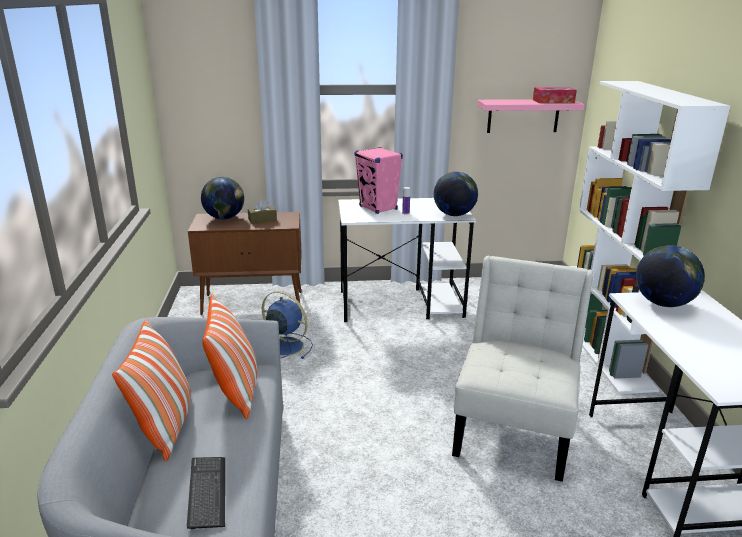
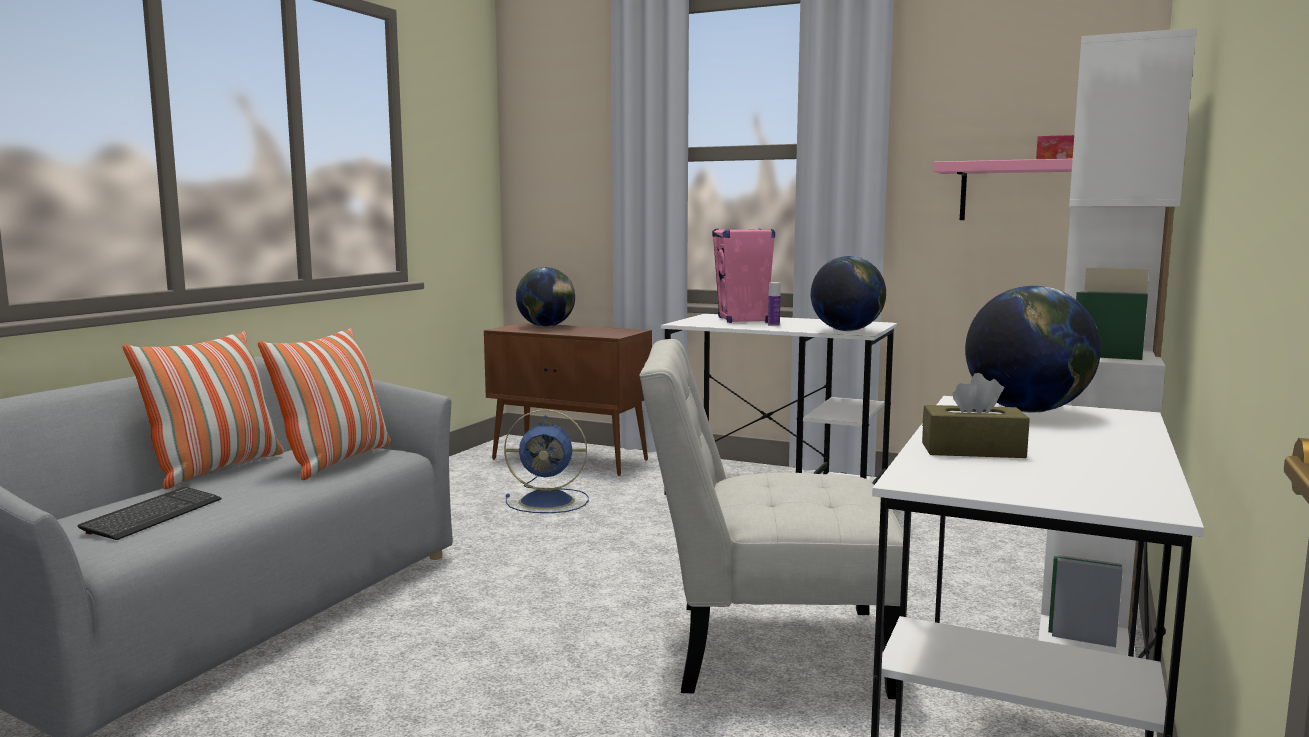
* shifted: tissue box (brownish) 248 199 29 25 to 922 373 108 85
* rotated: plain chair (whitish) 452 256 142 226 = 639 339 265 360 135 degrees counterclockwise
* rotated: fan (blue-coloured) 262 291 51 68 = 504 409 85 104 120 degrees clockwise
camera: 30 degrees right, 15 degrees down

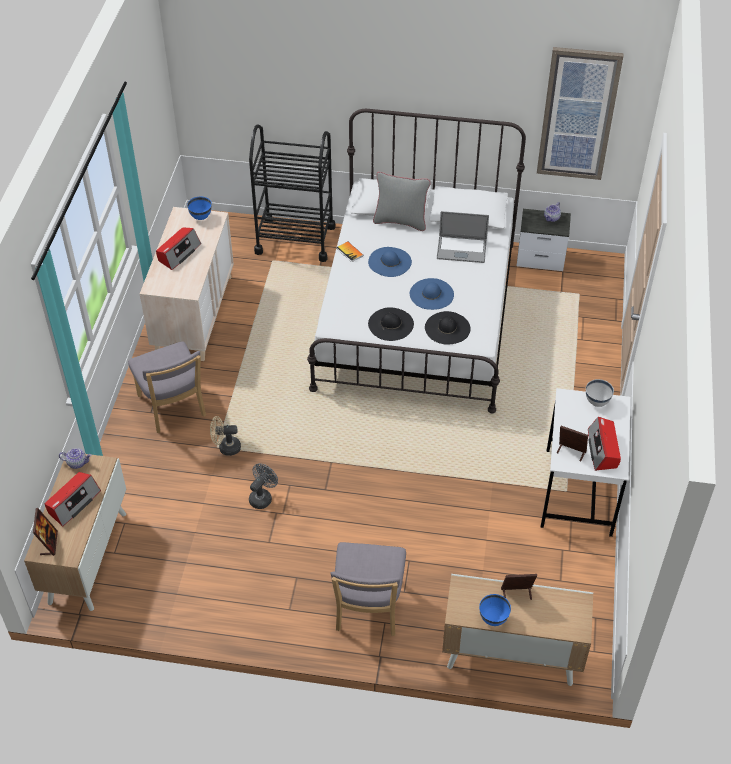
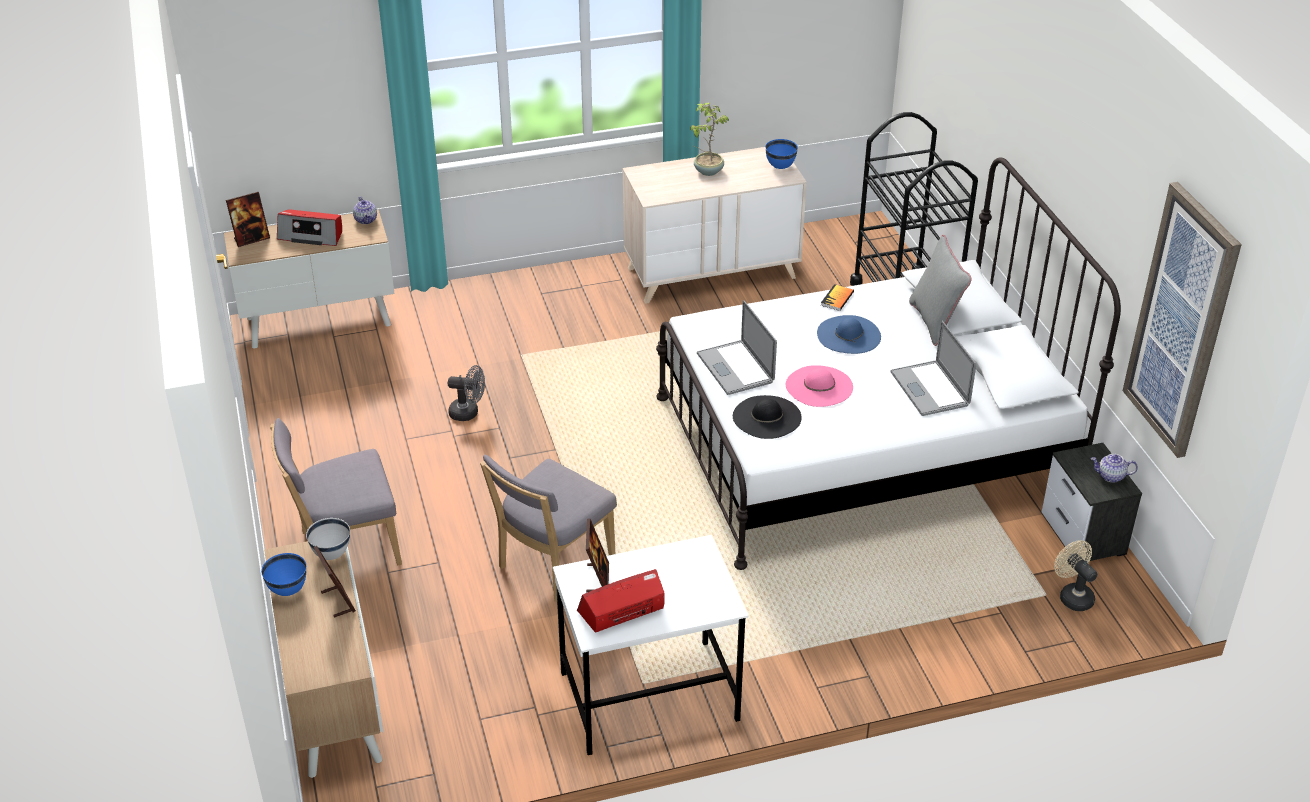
* swapped: radio set 156 227 45 43 to houseplant 690 103 39 73
* repainted: hat (blue-coloured) 410 278 44 32 to hat (pinkish) 786 365 67 42
* swapped: hat (blackish) 368 307 46 34 to portable computer 697 300 80 95
* shifted: plain chair (gray) 128 341 78 92 to 480 455 137 147
* shifted: deep dish (whitish) 586 379 28 28 to 306 518 44 42
* shifted: fan (sand-coloured) 210 416 31 40 to 1054 540 43 71
camera: 65 degrees right, 10 degrees down

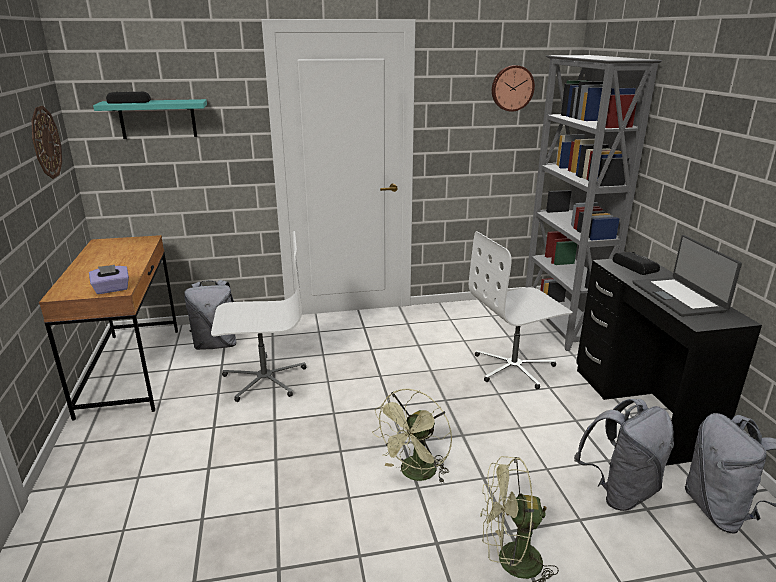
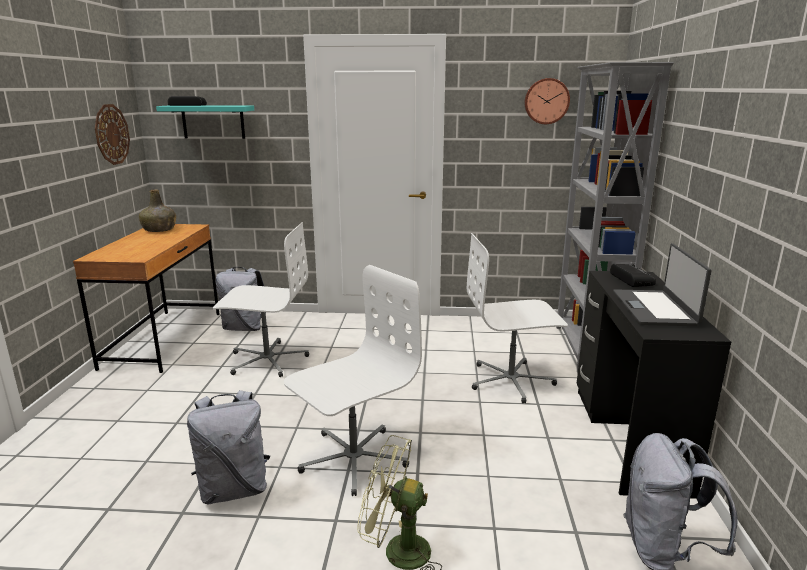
* gone: tissue box (purple-coloured) 89 265 40 29
* swapped: fan (greenish) 372 389 80 95 to office chair (whitish) 284 265 138 231
* shifted: backpack (gray) 574 399 100 112 to 187 390 83 115
* new: beverage bottle (greenish) 139 189 37 43
camera: 15 degrees right, 5 degrees down

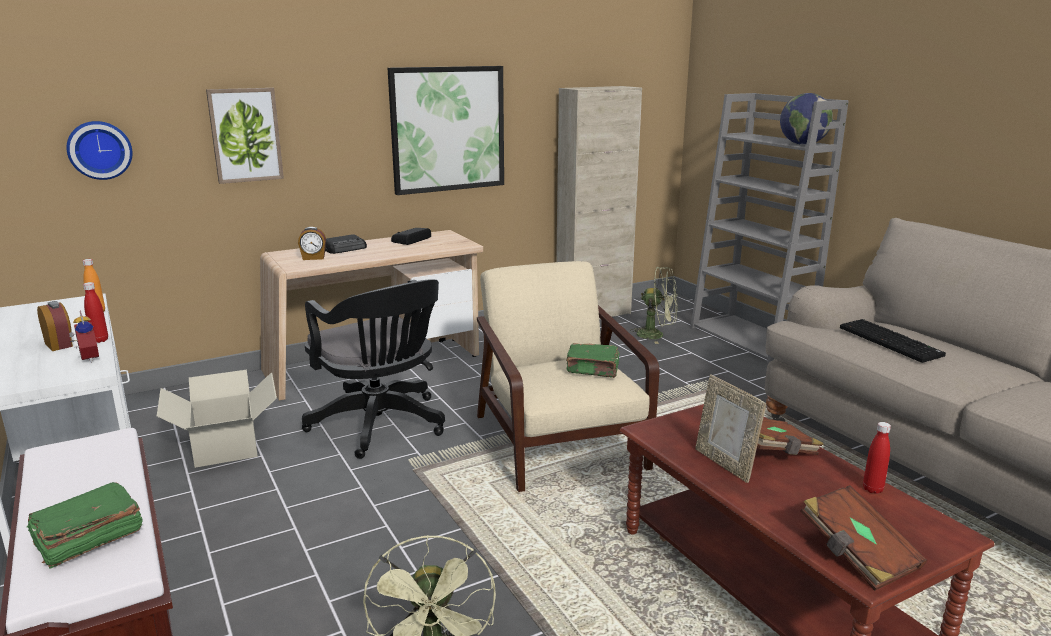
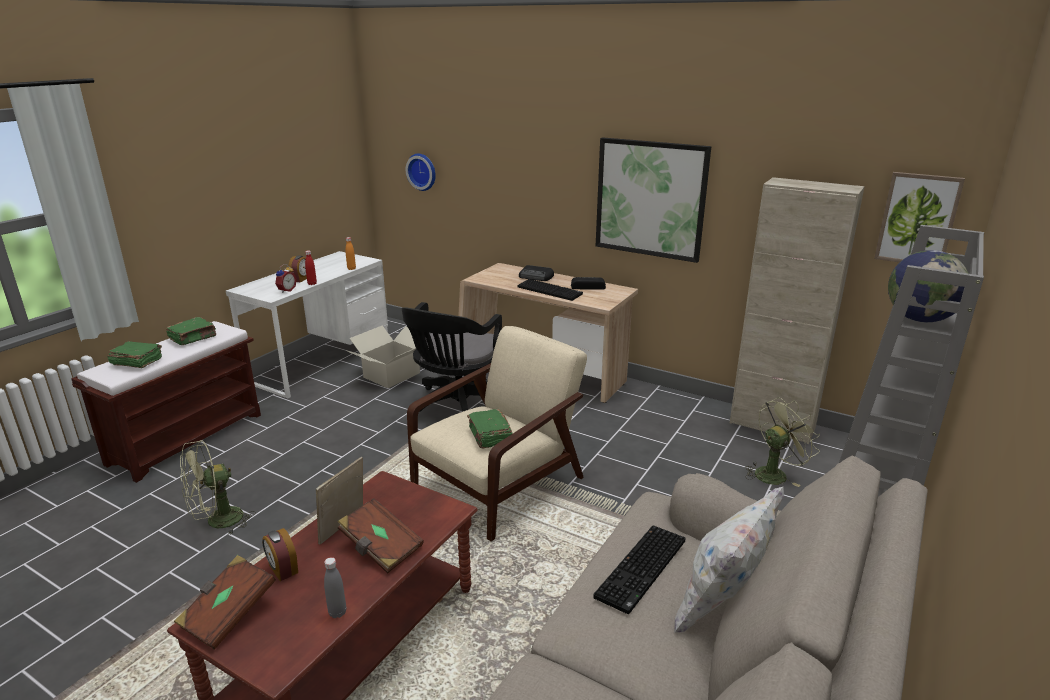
* shifted: wall picture 206 88 78 96 to 874 172 91 90
* shifted: alarm clock 298 227 28 33 to 262 528 36 53
* rotated: fan (greenish) 631 267 47 77 = 745 397 75 90 105 degrees counterclockwise
* repainted: beverage bottle (red-coloured) 863 422 28 72 to beverage bottle (gray) 324 557 22 61
* new: computer keyboard 518 279 65 22
* new: volume (greenish) 166 317 50 28
* new: pillow (whitish) 674 487 110 146
camera: 60 degrees right, 5 degrees up

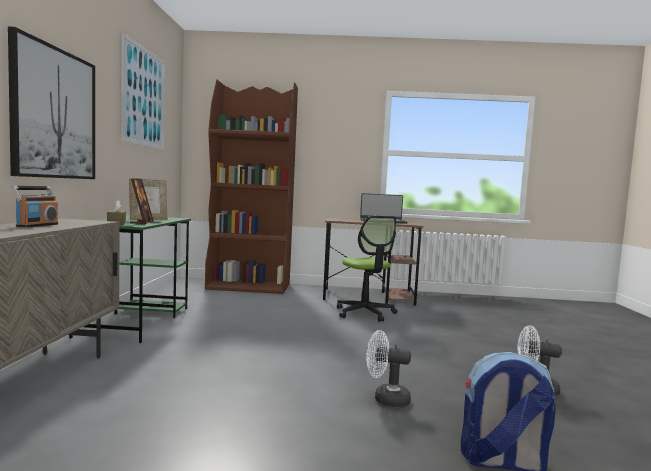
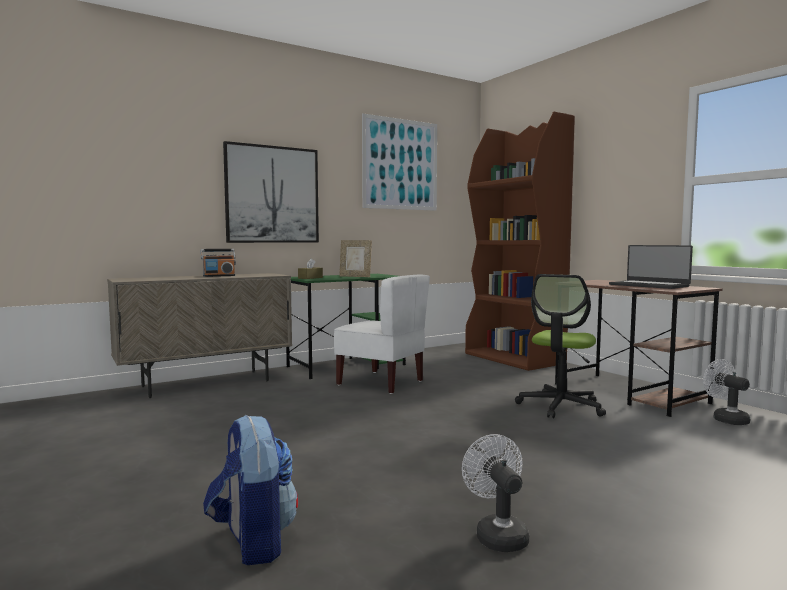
* gone: picture frame 130 178 24 46
* shifted: fan (whitish) 366 330 45 77 to 703 359 47 66
* new: plain chair (whitish) 334 275 96 119
camera: 55 degrees right, 0 degrees up

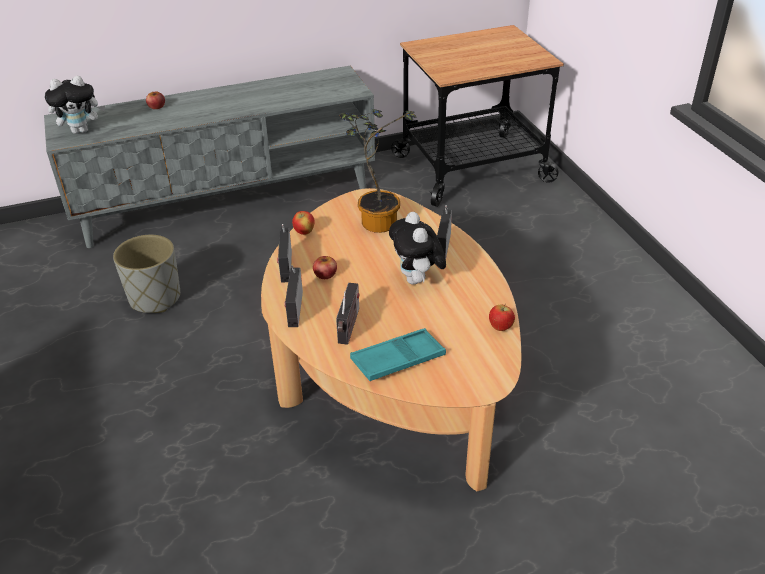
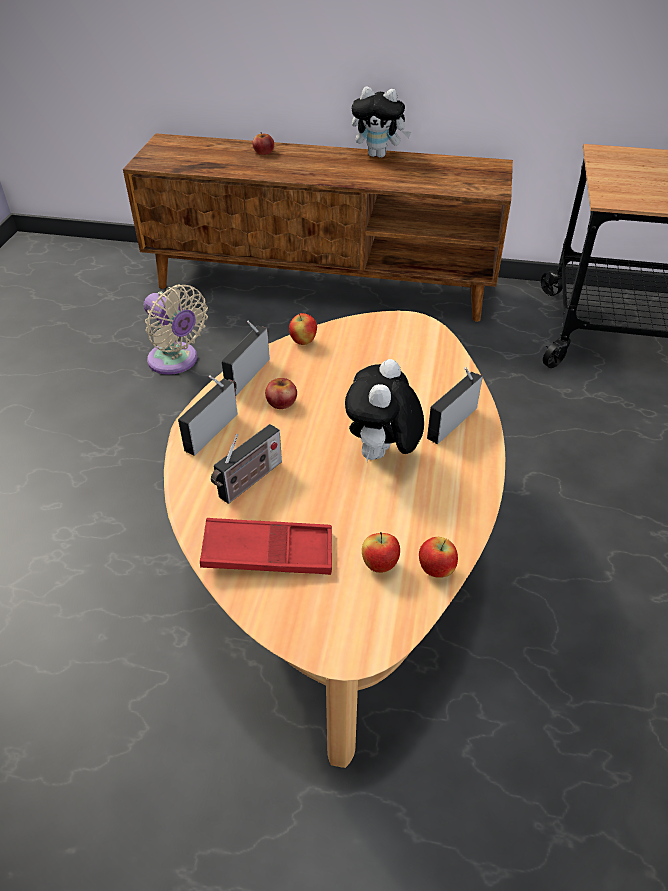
* repainted: tv unit (gray) 44 65 331 183 to tv unit (brownish) 123 133 390 189
* shifted: plush toy 45 76 60 58 to 351 86 60 72
* gone: houseplant 339 109 77 124
* swapped: plant pot (gray) 113 235 67 78 to fan (sand-coloured) 144 284 64 91
* repainted: serving tray (turquoise-coloured) 350 328 96 53 to serving tray (red-coloured) 200 518 132 57
* new: apple fruit 362 532 38 41
camera: 30 degrees right, 5 degrees up

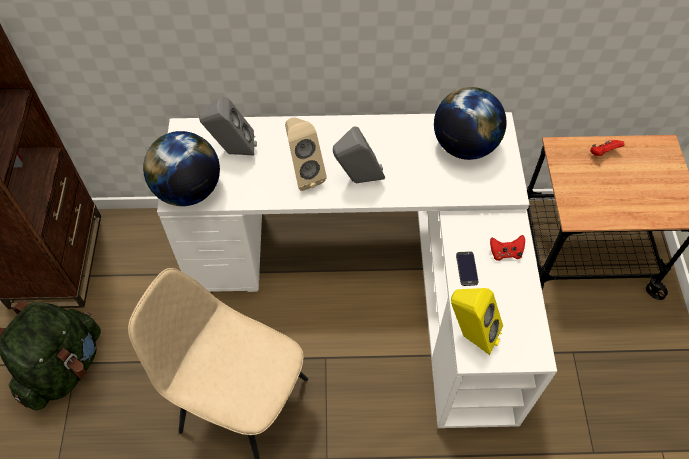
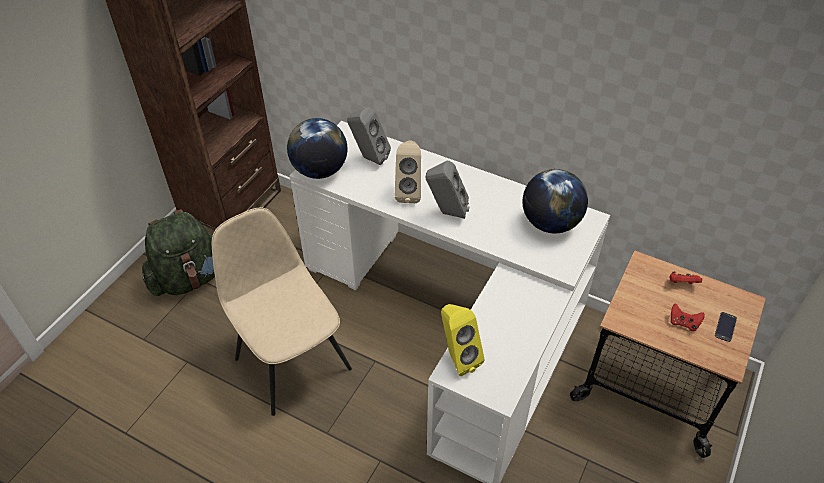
* shifted: gamepad (red-coloured) 490 235 35 26 to 671 303 34 28
* shifted: handset 456 251 23 35 to 715 312 22 30
camera: 30 degrees right, 10 degrees down

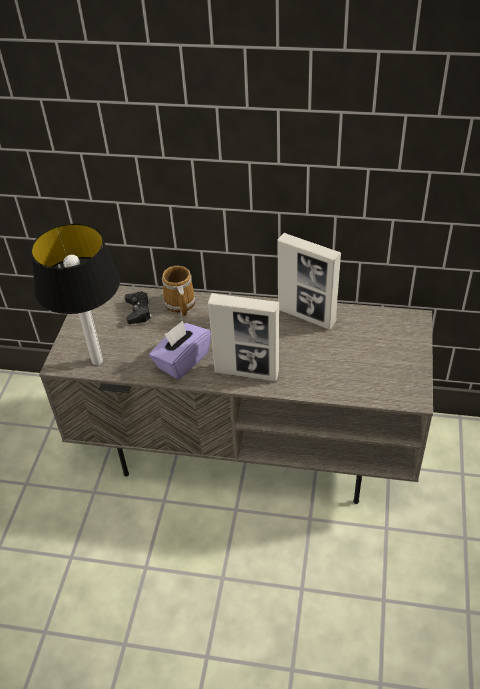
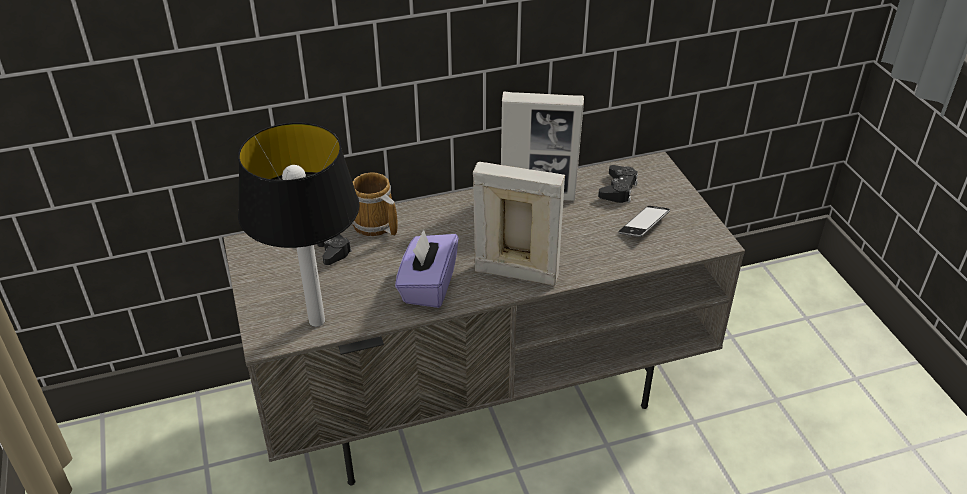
* rotated: picture frame 208 293 71 88 = 473 162 92 124 150 degrees counterclockwise
* new: gamepad (blackish) 598 165 40 38
* new: handset 619 206 51 31
camera: 30 degrees left, 5 degrees down

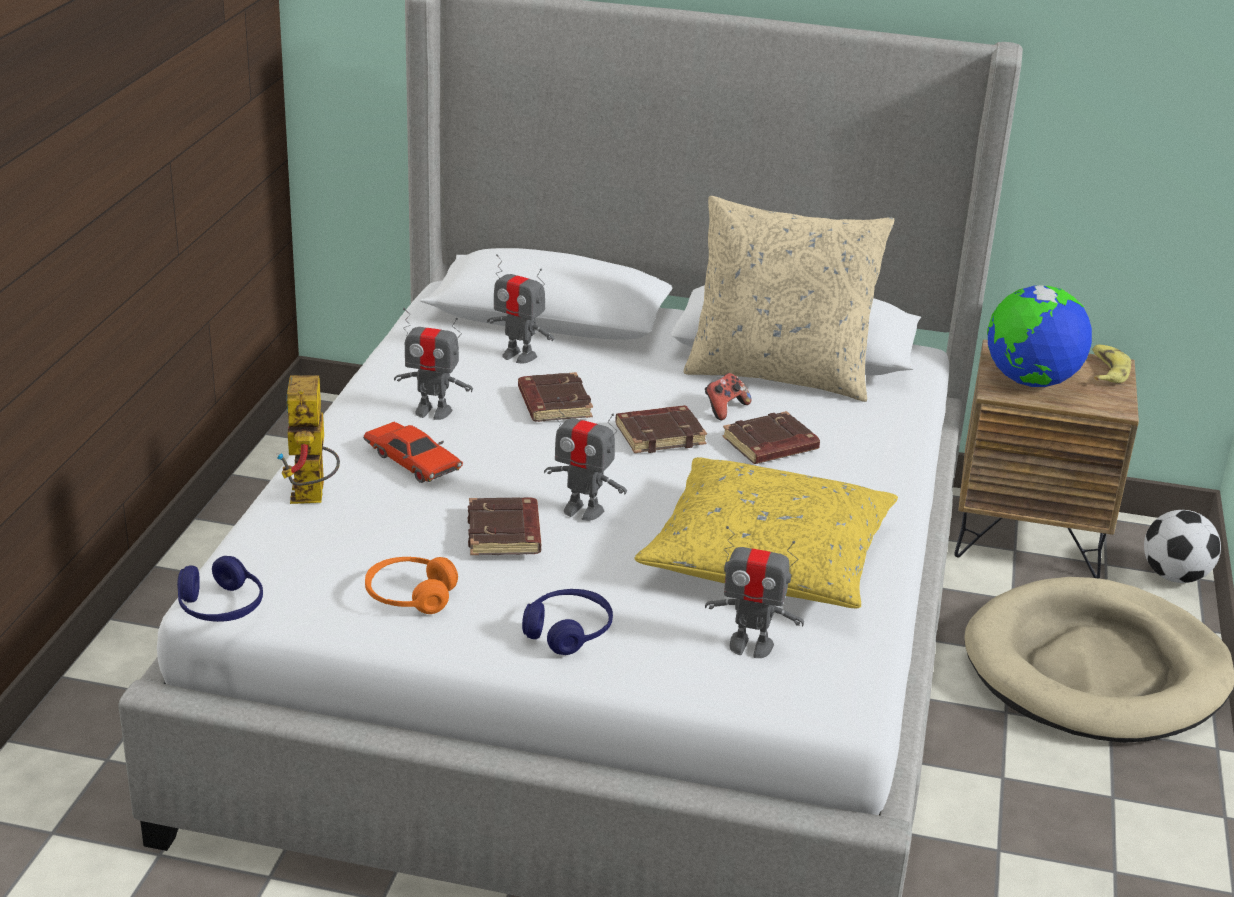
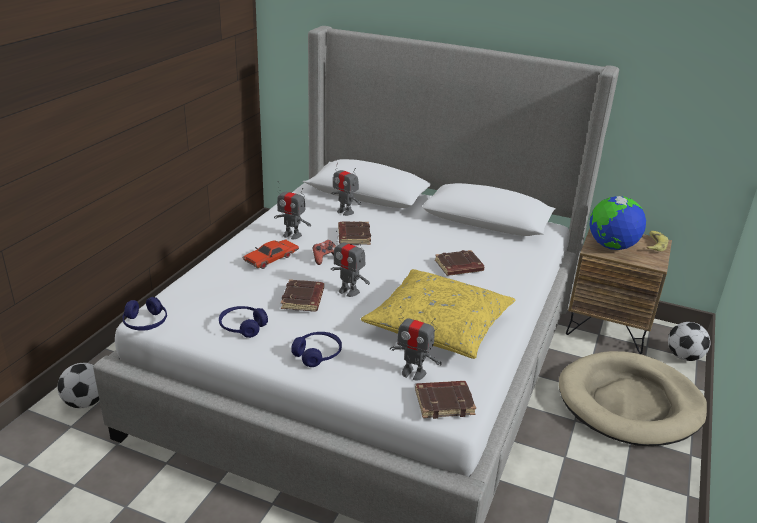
* gone: pillow (sand-coloured) 684 196 211 206
* shifted: gamepad 705 373 47 47 to 312 240 24 25
* gone: toy robot 276 375 64 129
* shifted: volume (brownish) 615 405 92 48 to 415 381 61 38
* rotated: miniature car (red-coloured) 363 422 100 61 = 243 239 56 30 75 degrees clockwise
* repainted: headset (orange-coloured) 365 557 93 57 to headset (blue-coloured) 219 306 49 32
* new: football ball 58 363 41 45
camera: 10 degrees right, 0 degrees up

